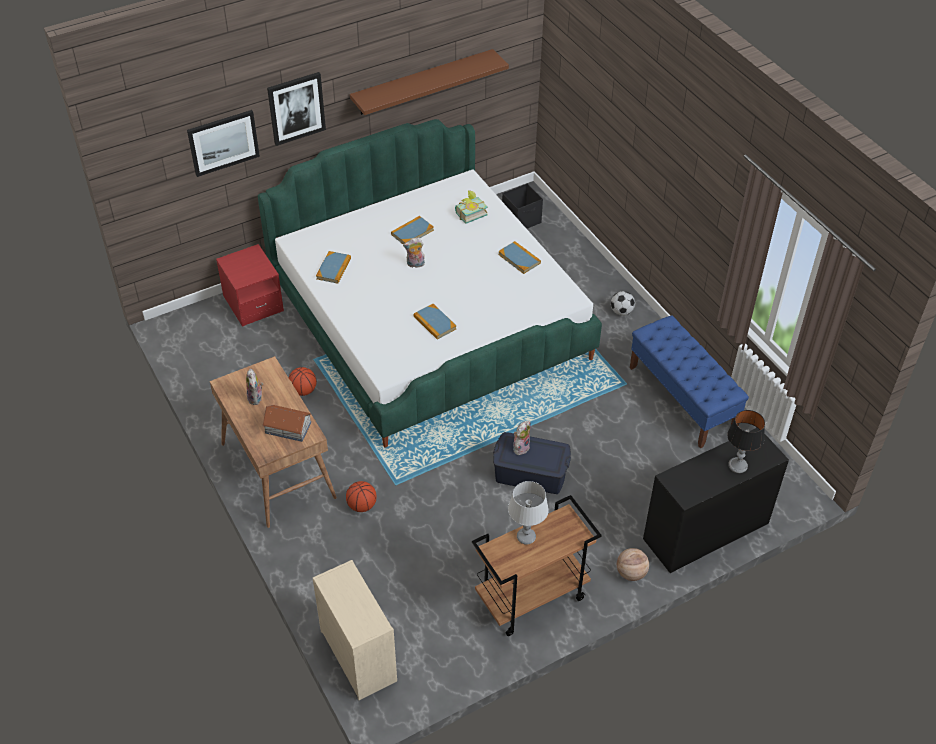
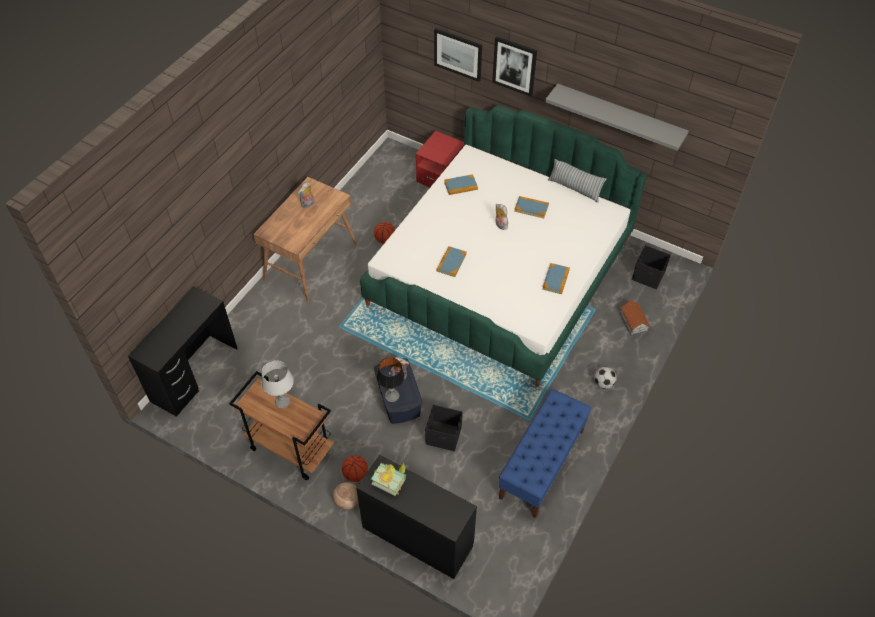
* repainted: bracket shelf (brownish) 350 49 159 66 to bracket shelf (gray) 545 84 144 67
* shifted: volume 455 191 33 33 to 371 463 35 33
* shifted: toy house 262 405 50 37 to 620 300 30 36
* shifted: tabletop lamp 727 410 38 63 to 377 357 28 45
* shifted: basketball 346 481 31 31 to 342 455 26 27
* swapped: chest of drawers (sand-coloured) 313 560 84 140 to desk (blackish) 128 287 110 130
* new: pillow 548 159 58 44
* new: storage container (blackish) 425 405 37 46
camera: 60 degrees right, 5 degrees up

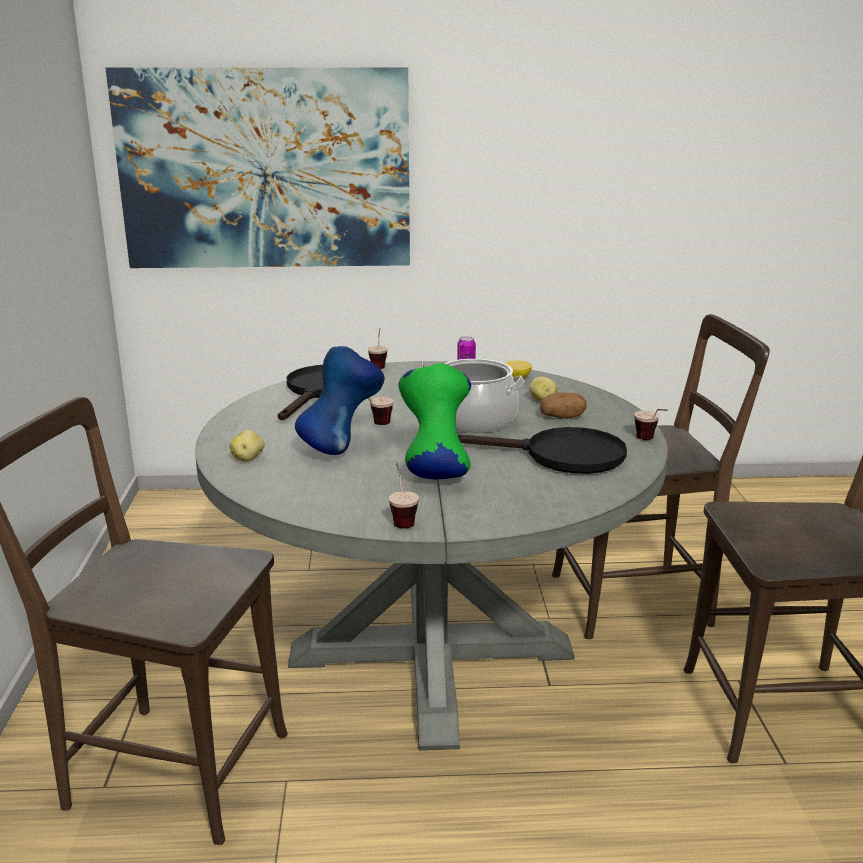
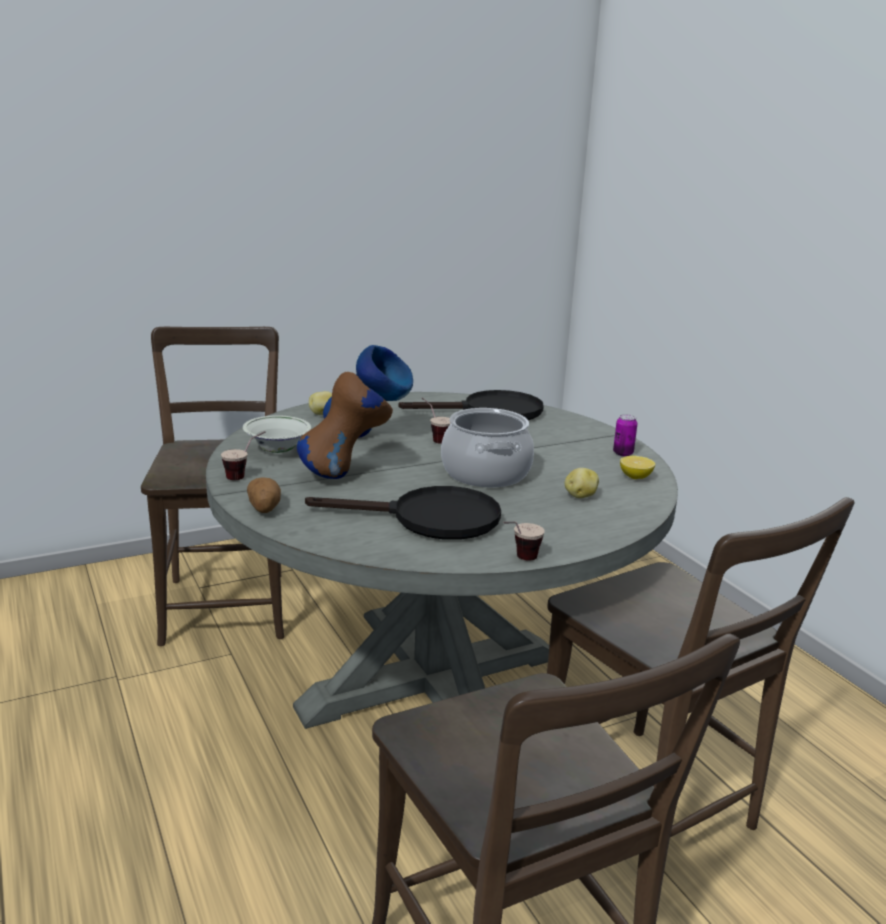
* gone: wall picture 106 67 304 201
* gone: cup 368 328 20 41
* repainted: flower vase (greenish) 398 363 73 116 to flower vase (brownish) 297 372 96 107
* shifted: whole potato 540 392 47 27 to 247 477 34 36
* rotated: pan (blackish) 457 427 170 47 = 305 486 196 54 75 degrees counterclockwise
* new: deep dish (whitish) 243 416 68 37
camera: 65 degrees right, 0 degrees up

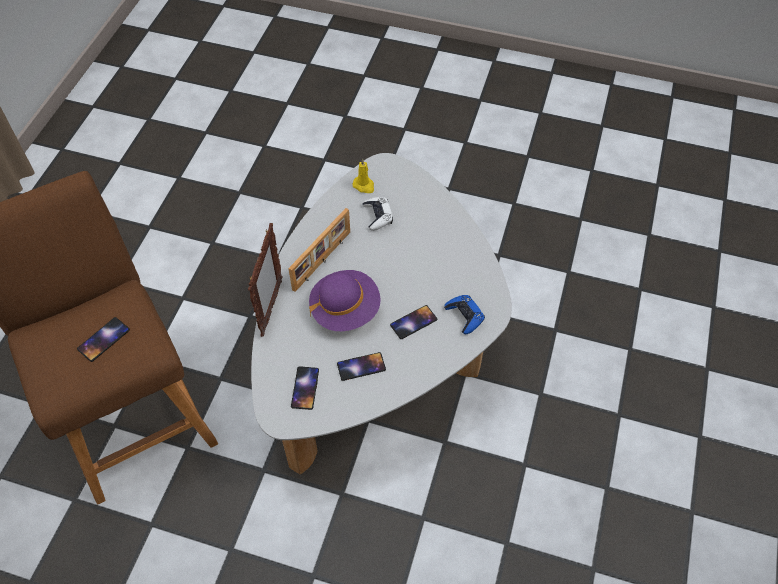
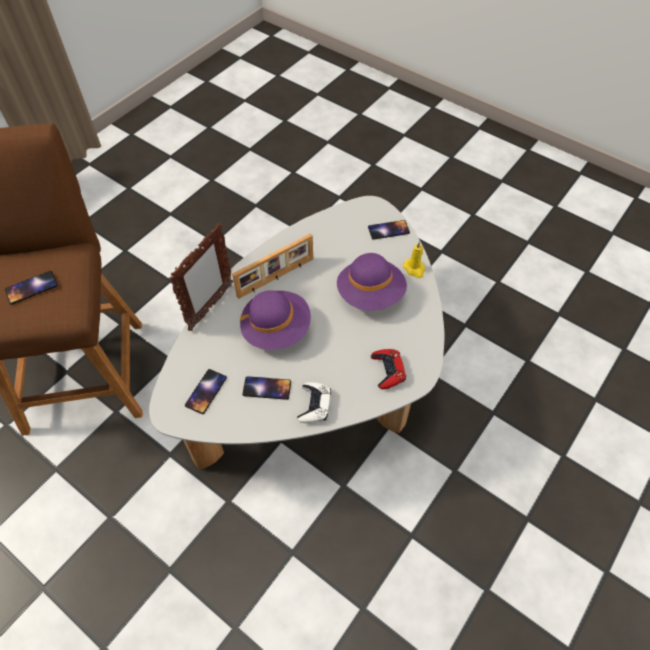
* shifted: wax candle (yellowish) 352 158 22 35 to 403 241 22 37
* shifted: gamepad (whitish) 362 197 31 34 to 297 382 34 41
* repainted: gamepad (blue-coloured) 444 295 41 39 to gamepad (red-coloured) 371 349 35 40
* shifted: handset 390 305 47 34 to 368 220 42 20
* new: hat (purple-coloured) 337 253 70 58
camera: 20 degrees right, 0 degrees up

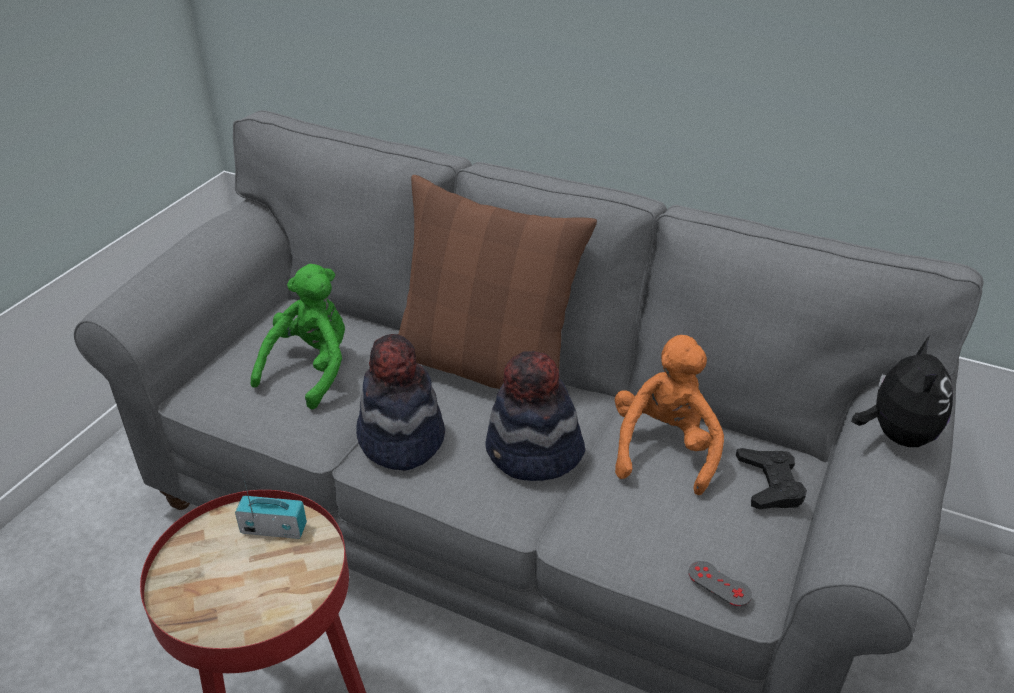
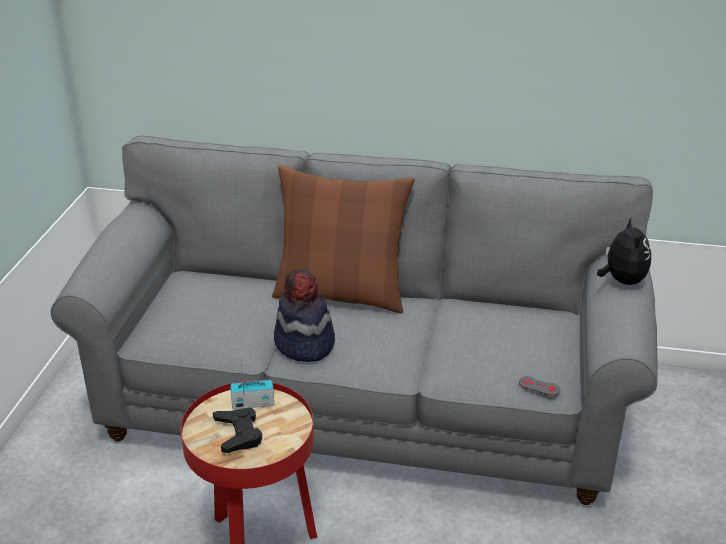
* gone: plush toy (greenish) 251 264 94 145
* gone: plush toy (orange-coloured) 615 335 109 160
* gone: hat 486 351 99 130
* shifted: gamepad (blackish) 736 448 71 61 to 213 407 49 46
camera: 15 degrees left, 5 degrees down

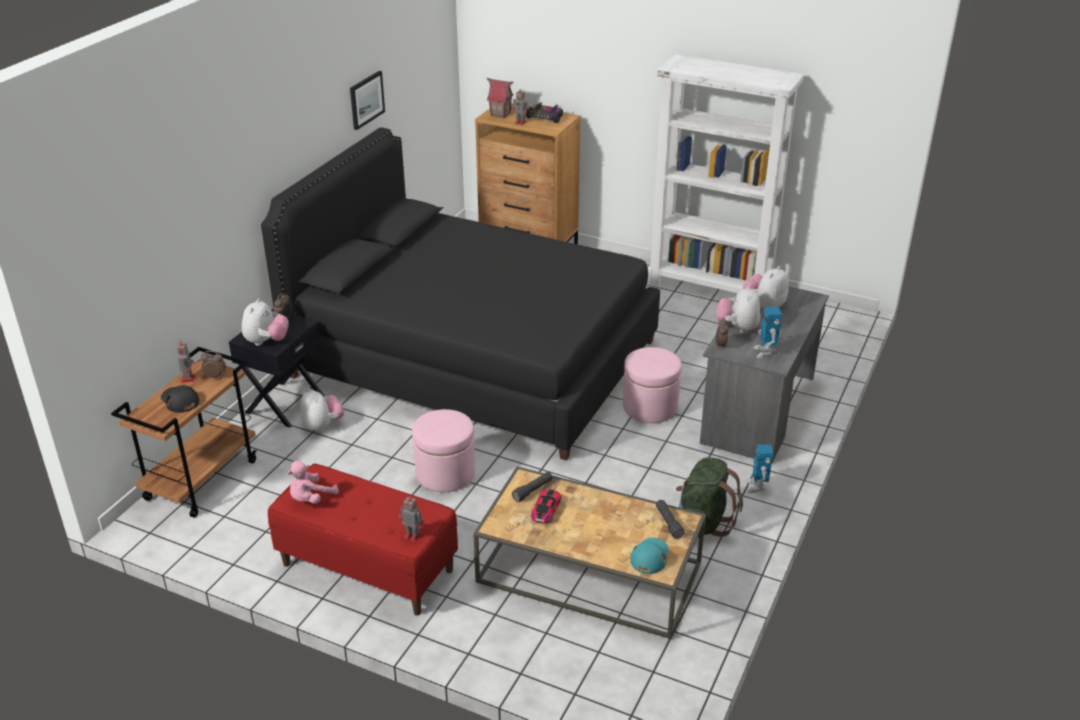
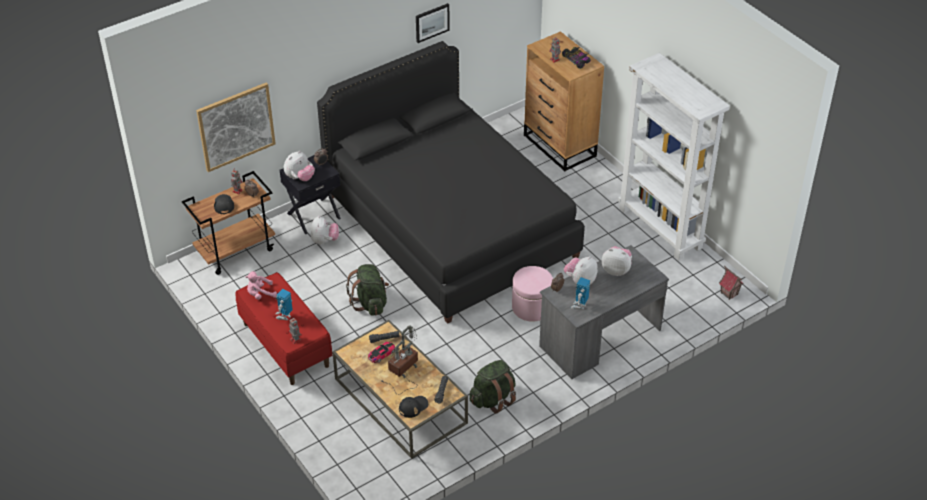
* shifted: toy house 486 78 28 40 to 719 266 25 34
* rotated: plush toy 743 266 46 41 = 602 246 30 30 45 degrees clockwise
* swapped: ottoman (pinkish) 412 409 63 83 to backpack (greenish) 346 264 43 52
* shifted: toy robot 746 444 27 49 to 275 289 18 31
* repainted: peaked cap (turquoise-coloured) 630 538 39 36 to peaked cap (blackish) 399 396 29 22
* new: wall picture 196 82 80 90
* new: tabletop lamp 381 325 37 70
camera: 30 degrees right, 10 degrees up

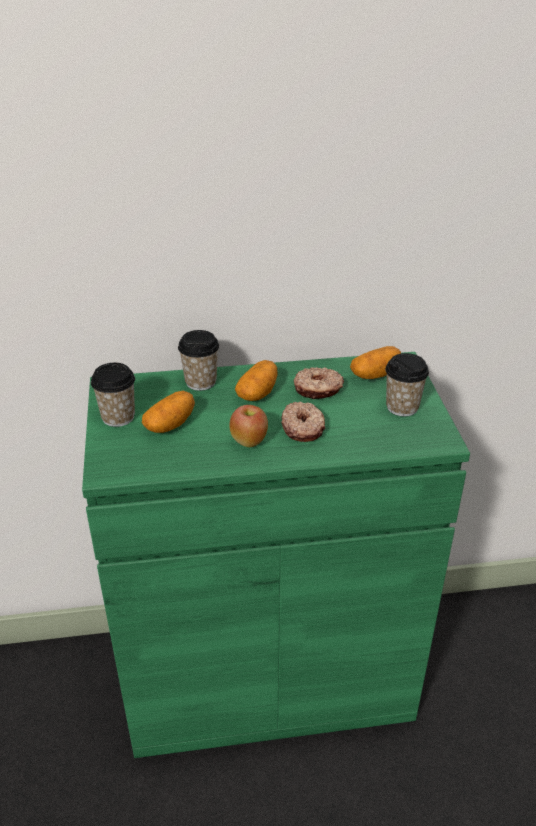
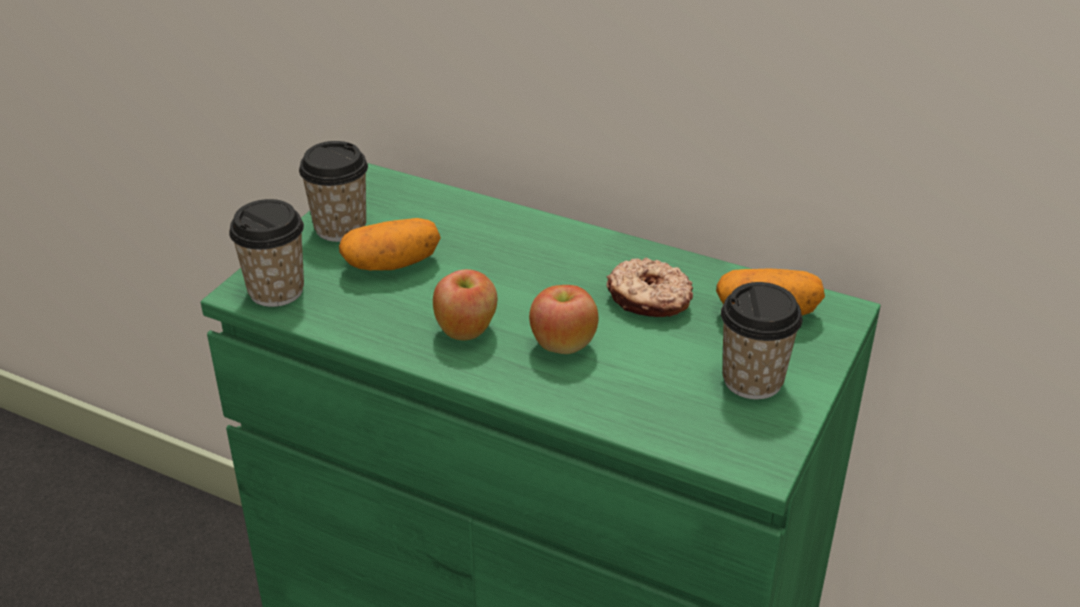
* shifted: cup 178 330 41 61 to 229 199 75 108
* gone: whole potato 235 360 43 41
* swapped: ring doughnut 281 401 44 41 to apple fruit 529 285 69 69
camera: 35 degrees right, 0 degrees up

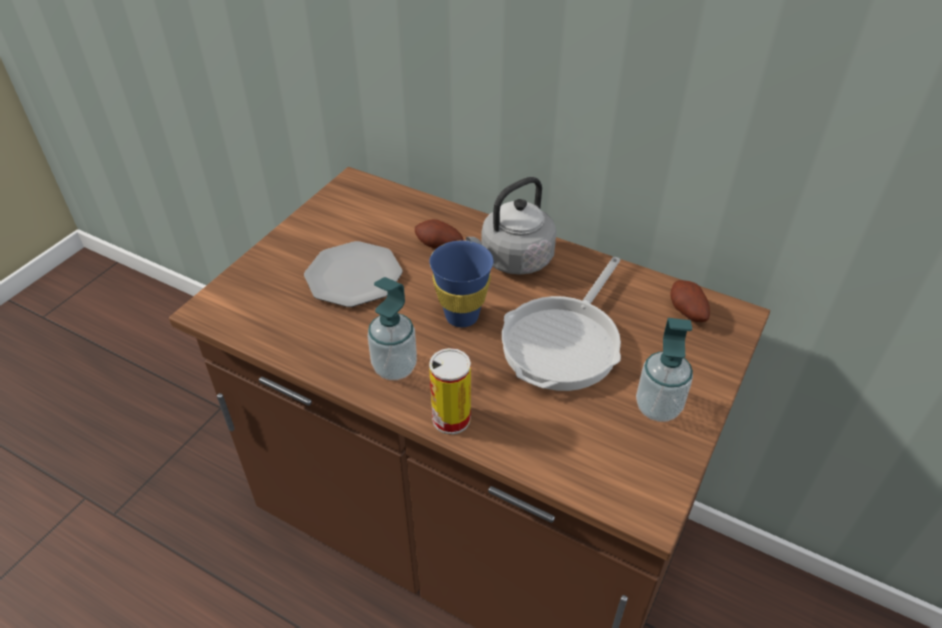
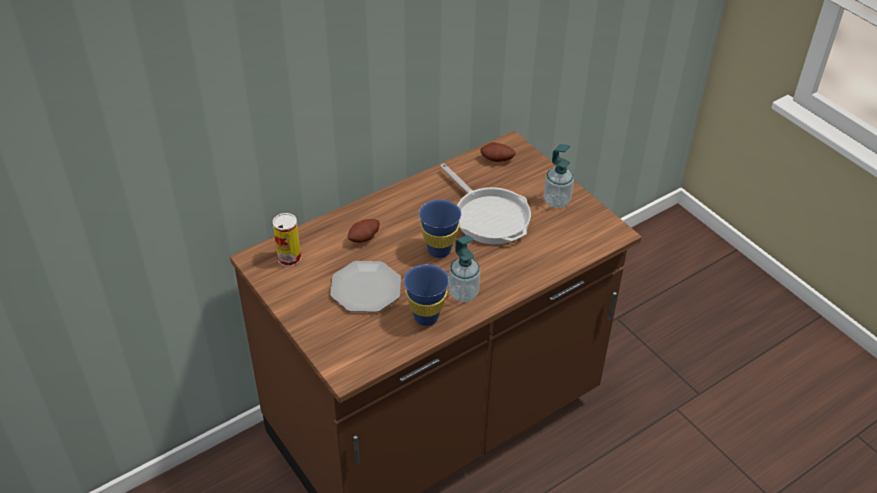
* gone: water kettle (gray) 466 177 91 98
* shifted: sealed can 429 348 42 87 to 273 213 28 54
* new: cup (blue-coloured) 404 264 45 62
camera: 65 degrees left, 0 degrees up

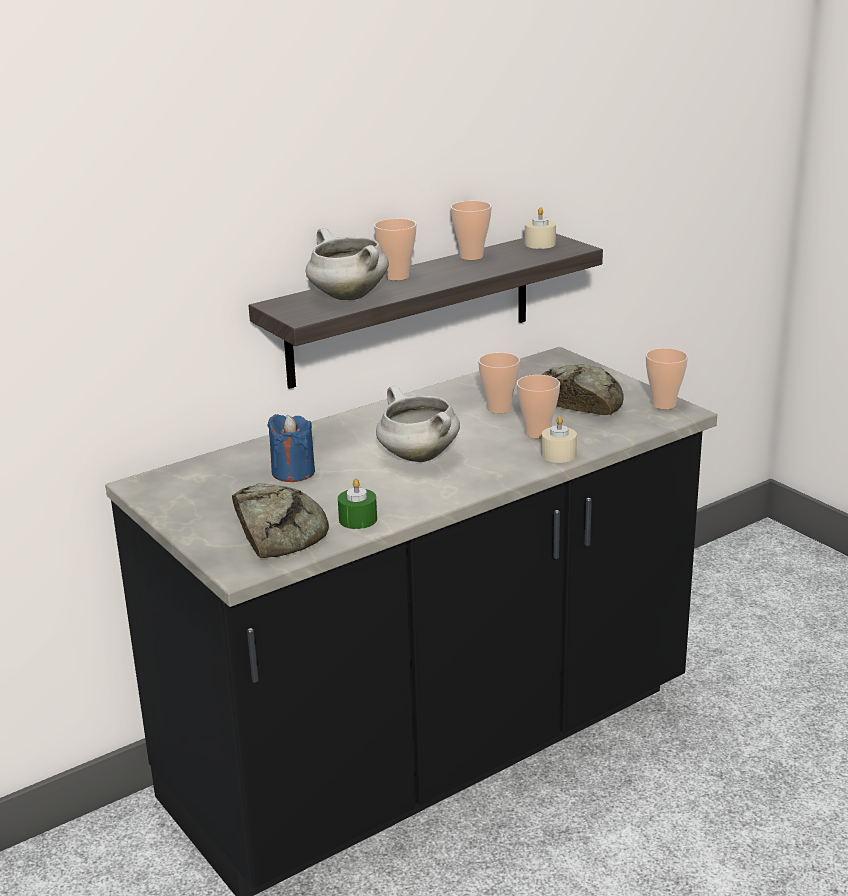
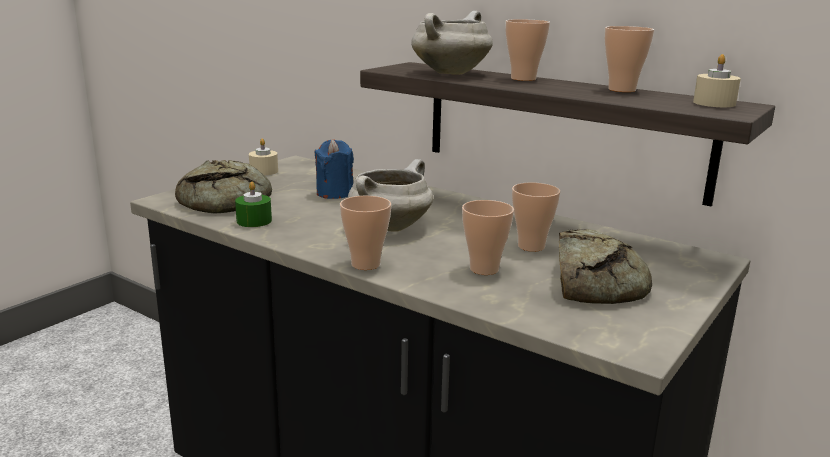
* shifted: cup 646 348 42 62 to 340 196 52 74
* shifted: wax candle (sand-coloured) 541 416 36 47 to 249 139 29 36
camera: 70 degrees right, 5 degrees down

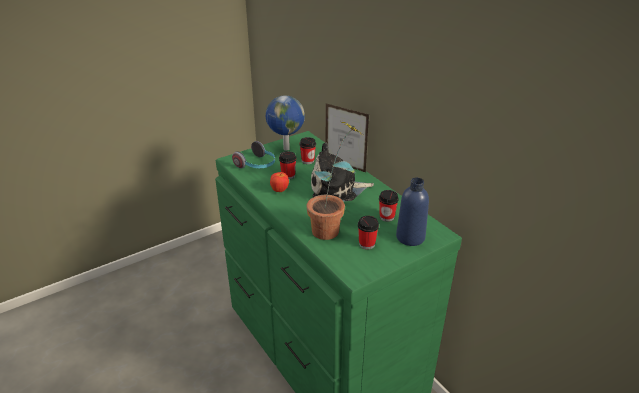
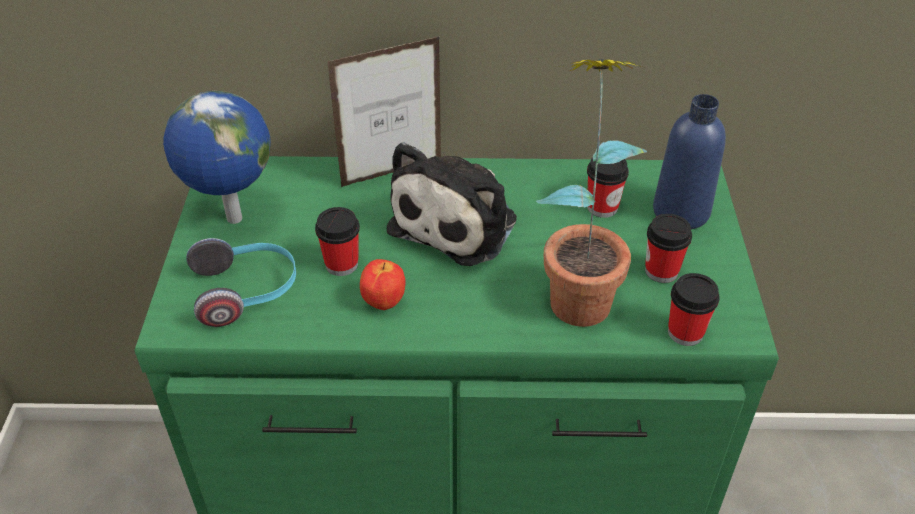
* shifted: cup 299 137 17 27 to 668 273 52 73
camera: 55 degrees left, 10 degrees up

